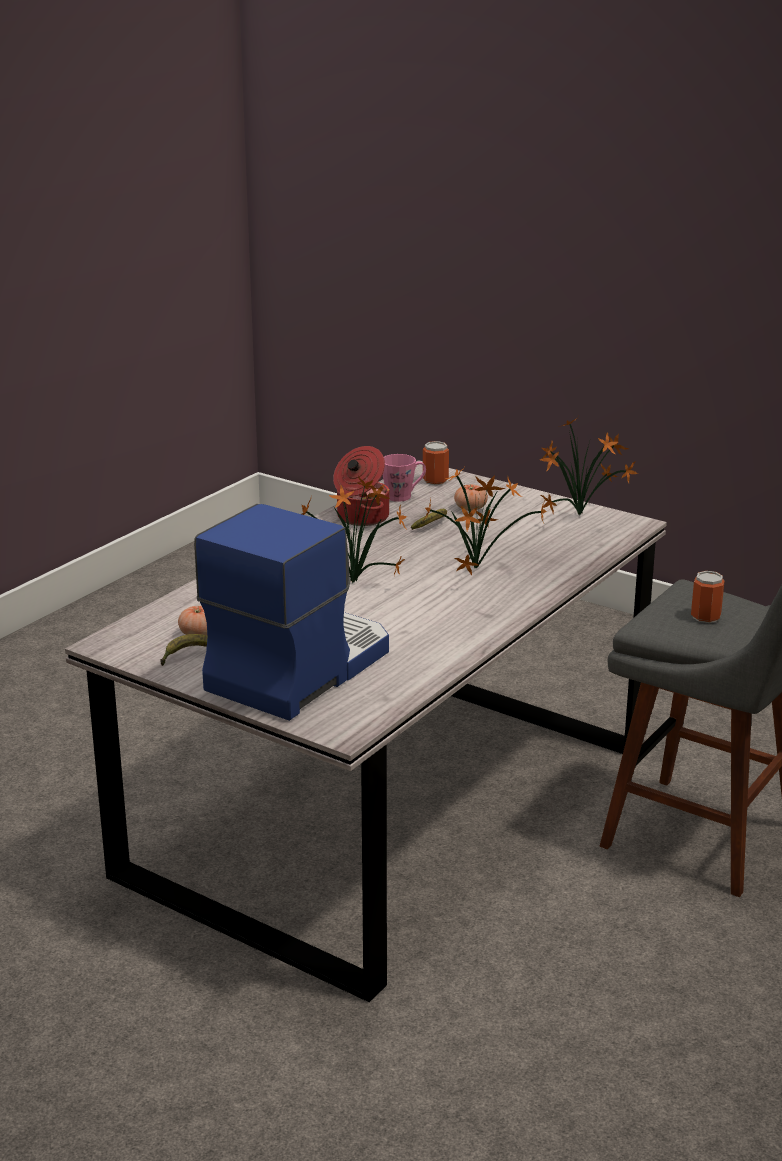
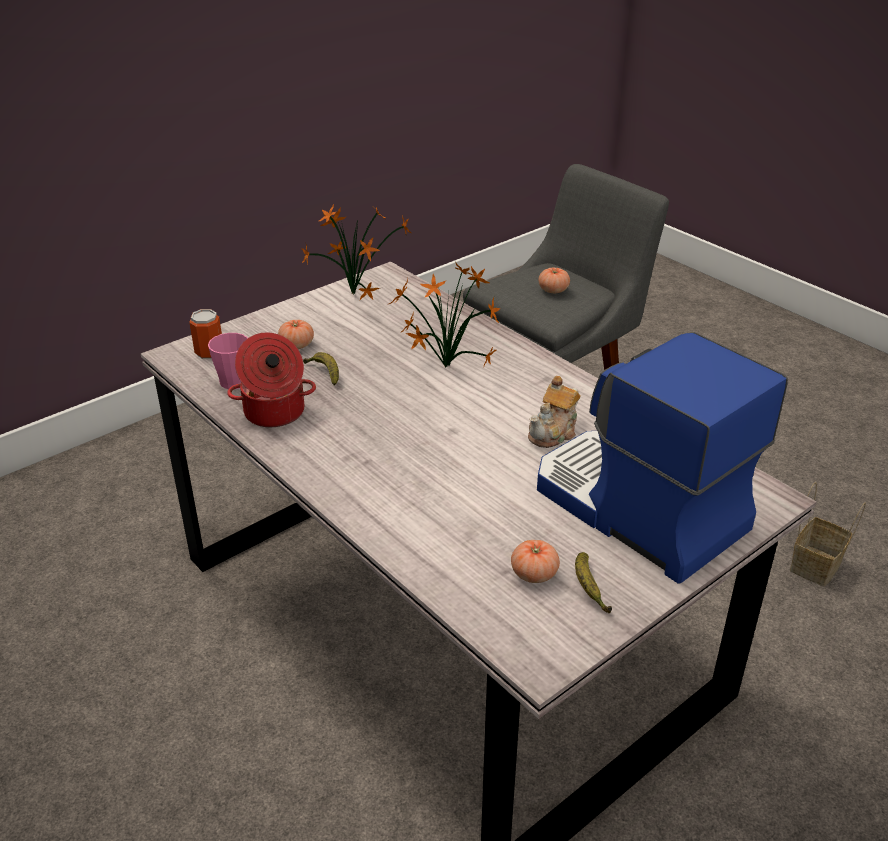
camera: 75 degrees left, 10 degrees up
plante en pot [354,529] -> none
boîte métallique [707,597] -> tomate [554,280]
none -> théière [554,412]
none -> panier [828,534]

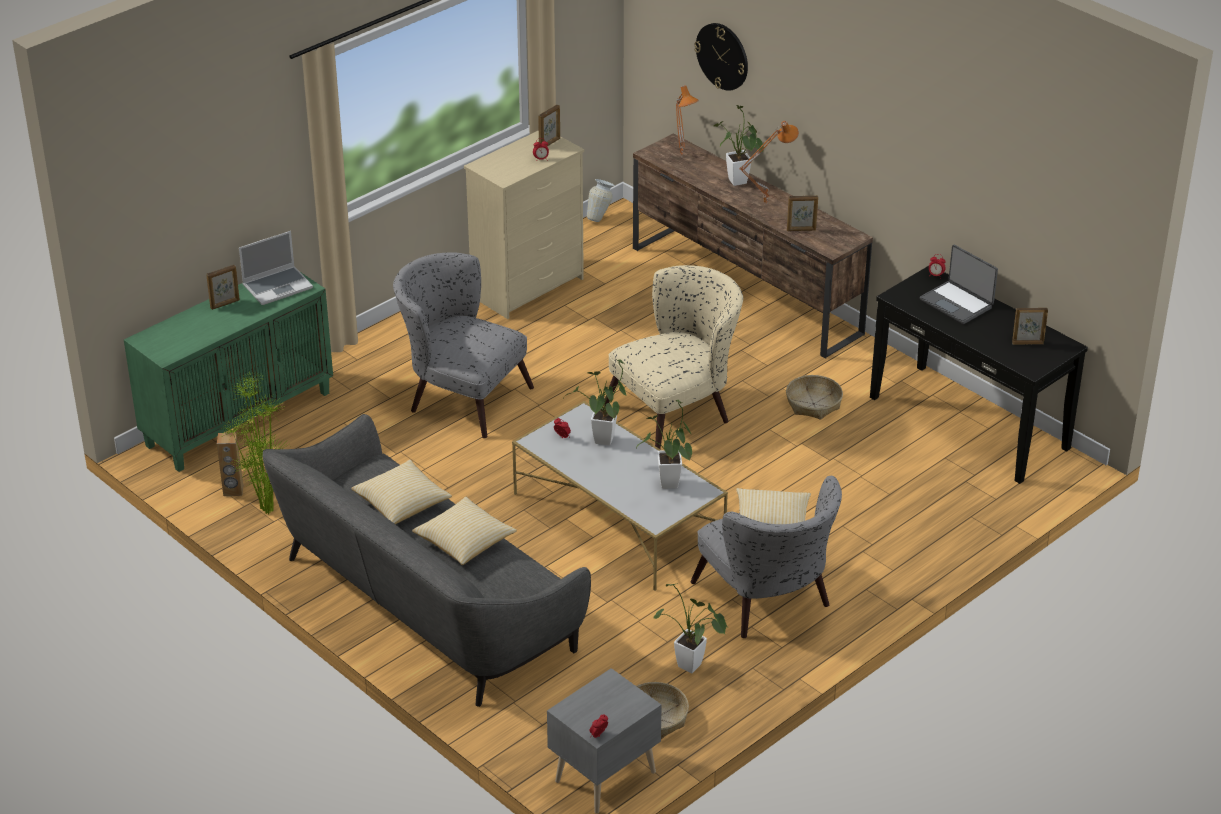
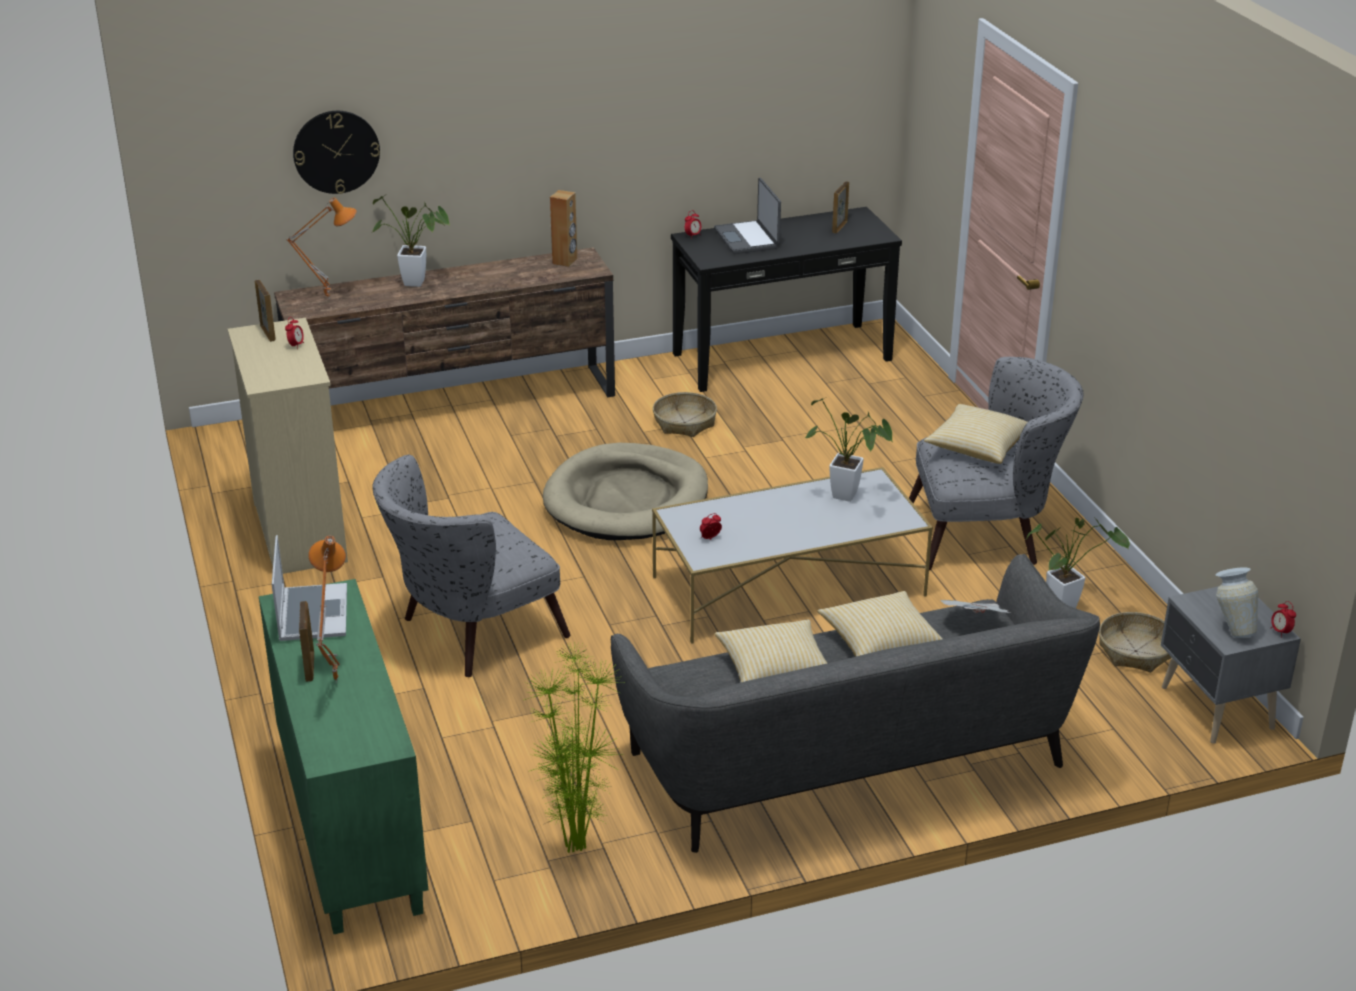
camera: 65 degrees left, 5 degrees down
enceinte (marron) [230,464] -> enceinte (marron) [563,228], shifted
plante en pot [594,402] -> none
vase [601,200] -> vase [1236,602], shifted
fauteuil (beige) [674,357] -> panier pour chien (beige) [625,491]
lampe de table (orange) [769,163] -> lampe de table (orange) [327,609], shifted
cadre photo [802,213] -> none
ordinateur portable [959,284] -> ordinateur portable [747,216], 90 degrees clockwise
none -> journal [975,606]

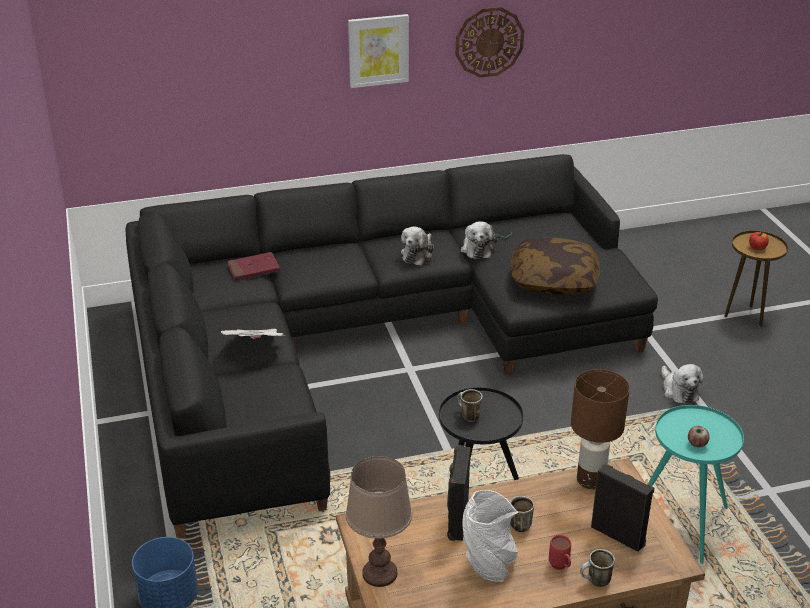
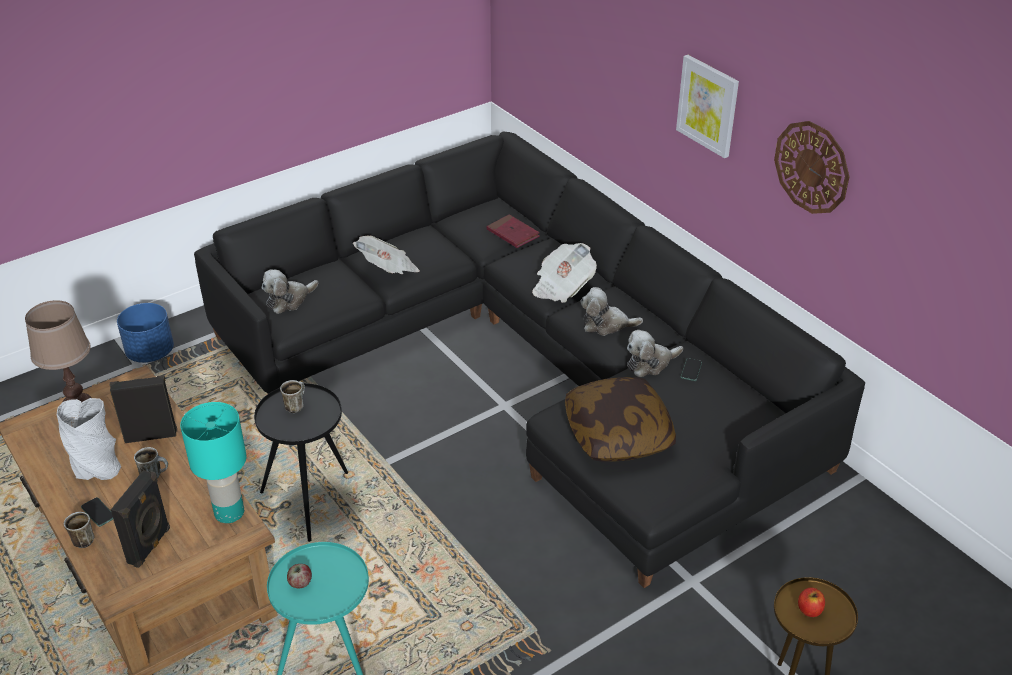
camera: 70 degrees right, 5 degrees up
mug (rouge) [560,552] -> téléphone [97,512]
lampe de table (marron) [600,429] -> lampe de table (turquoise) [213,462]
peluche [682,384] -> peluche [290,292], shifted
none -> journal [564,273]

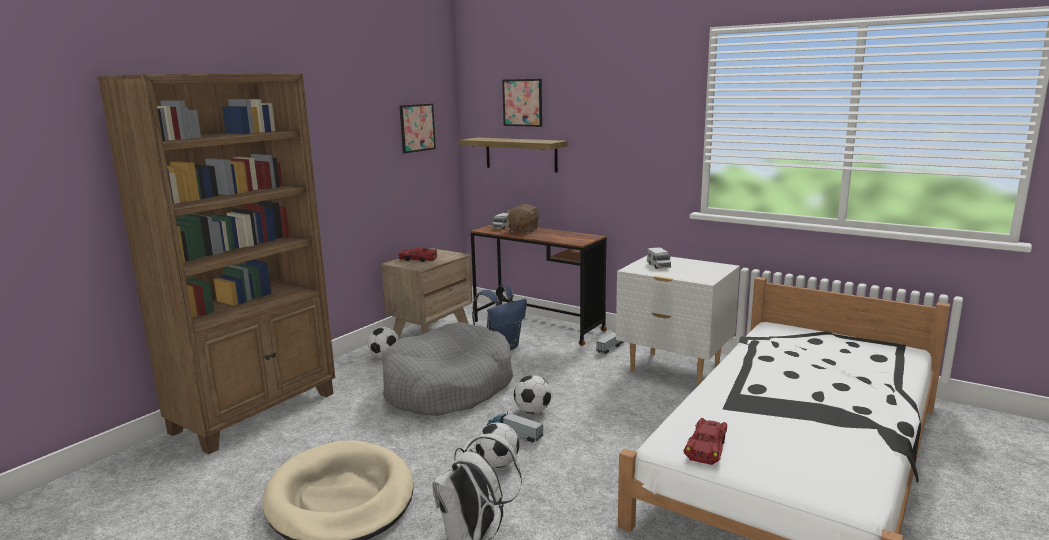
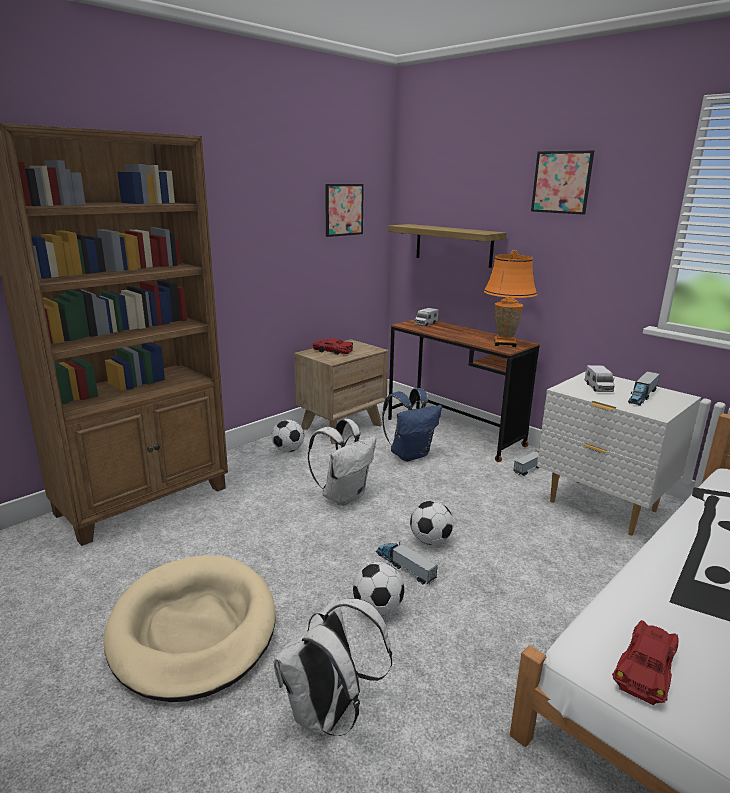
camera: 10 degrees right, 5 degrees up
panier pour chien (gris) [447,369] -> sac à dos (blanc) [342,462]
tableau [522,103] -> tableau [562,182], shifted
peluche (marron) [522,218] -> none
none -> lampe de table (orange) [511,298]
none -> camion jouet [644,388]

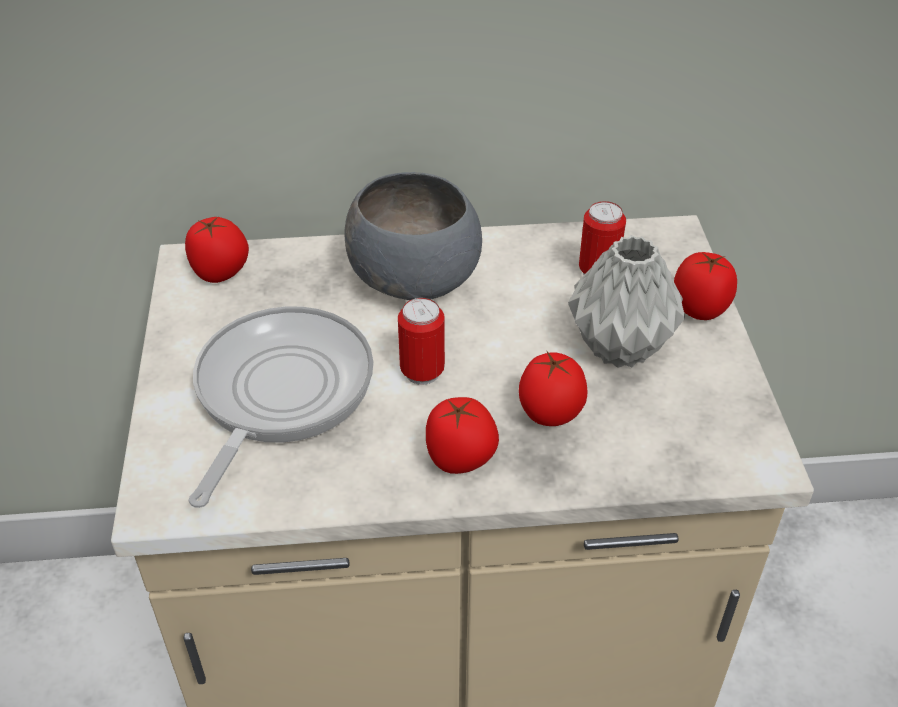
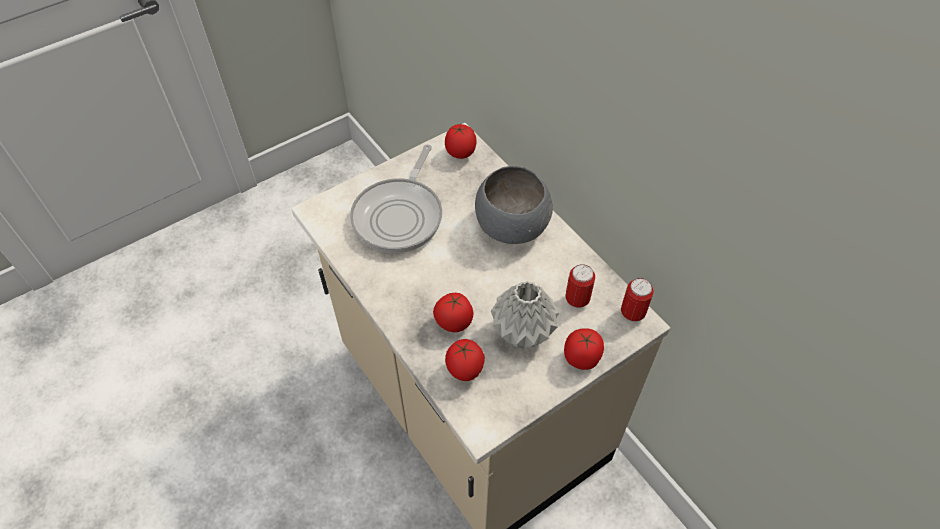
camera: 60 degrees right, 10 degrees up
poêle [281,407] -> poêle [396,199], 120 degrees clockwise
boîte métallique [421,341] -> boîte métallique [637,300], shifted
tomate [462,435] -> tomate [465,360], shifted

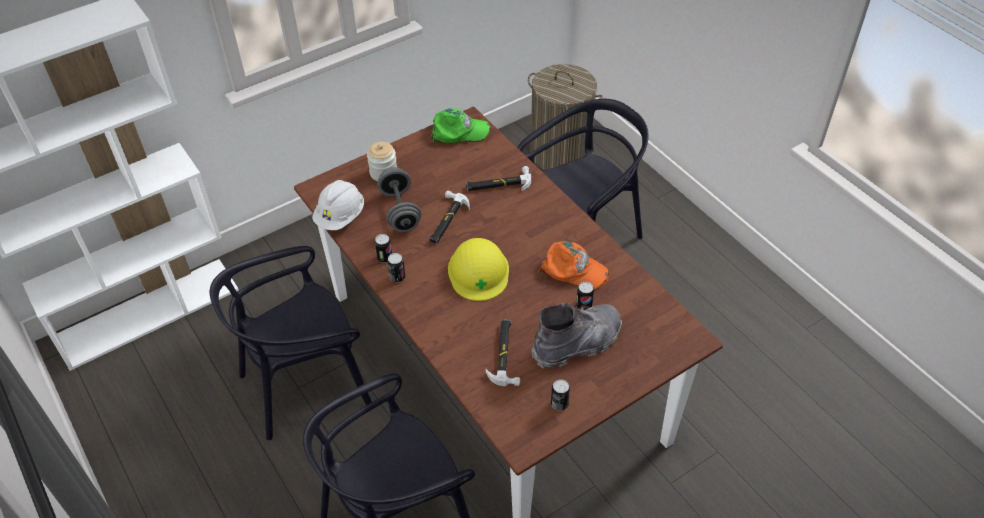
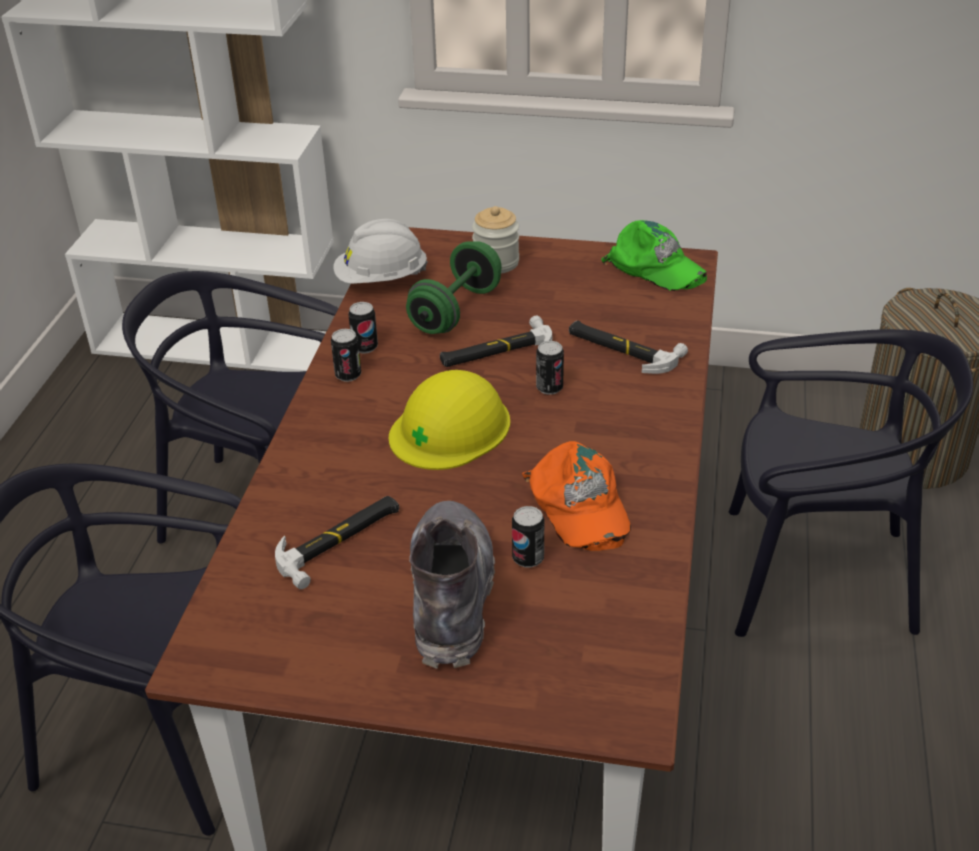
camera: 45 degrees right, 10 degrees down
haltère (gris) [399,199] -> haltère (vert) [454,287]
botte (gris) [576,336] -> botte (gris) [452,585], 105 degrees counterclockwise
boîte métallique [560,395] -> boîte métallique [550,368], shifted

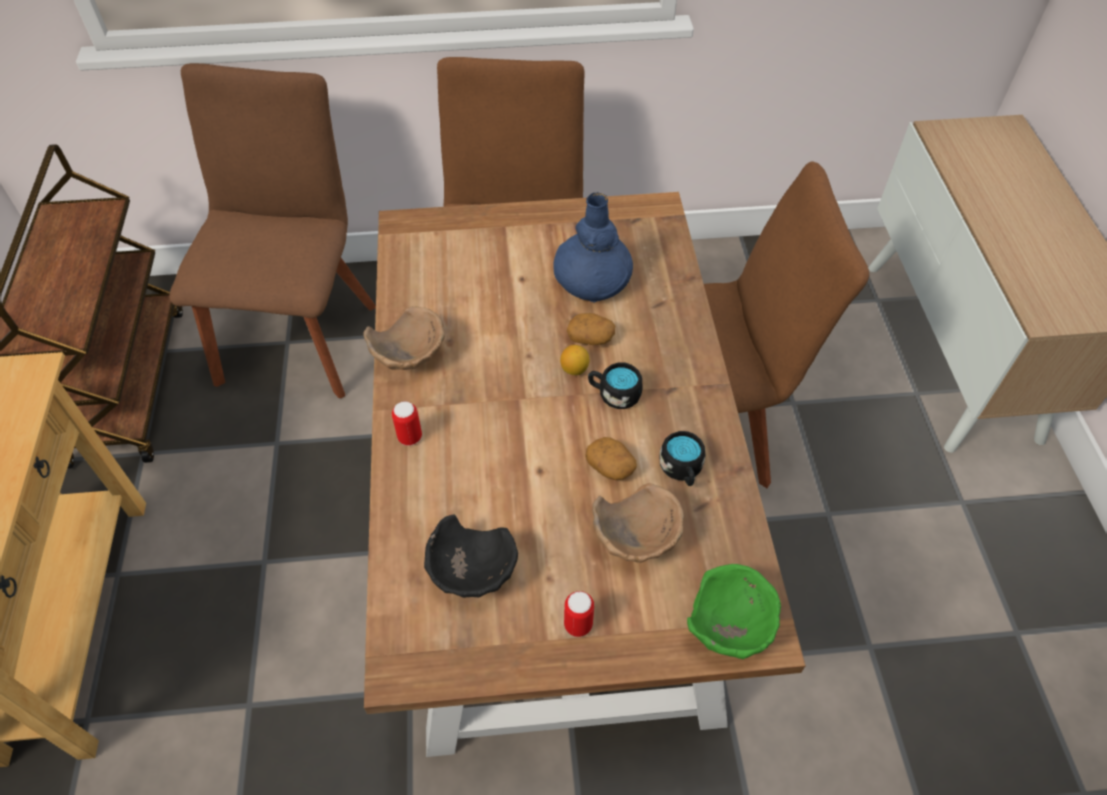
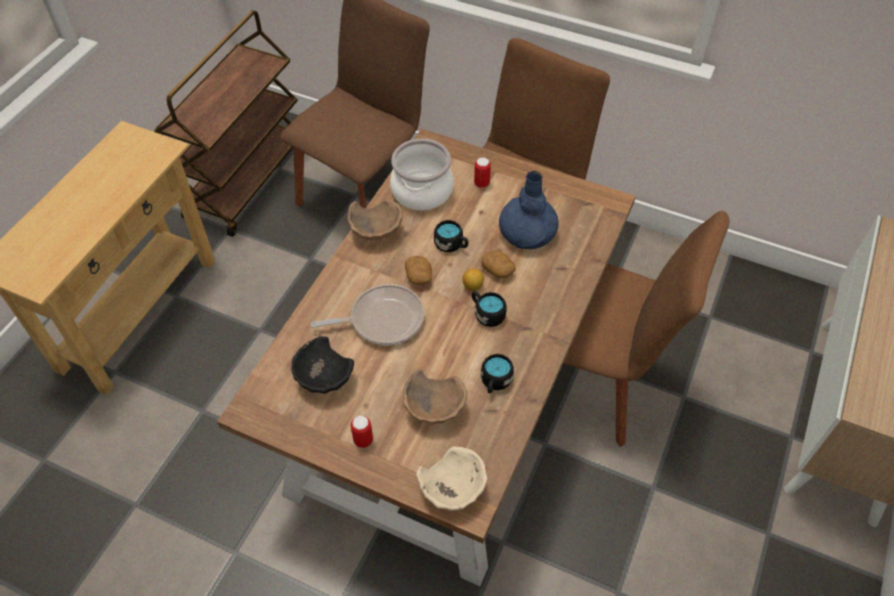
camera: 30 degrees right, 0 degrees up
boîte métallique [407,423] -> boîte métallique [482,172], shifted
pomme de terre [611,458] -> pomme de terre [418,270], shifted
bol (vert) [734,611] -> bol (beige) [451,478]
none -> poêle [367,315]
none -> marmite [422,174]
none -> mug (noir) [451,236]

